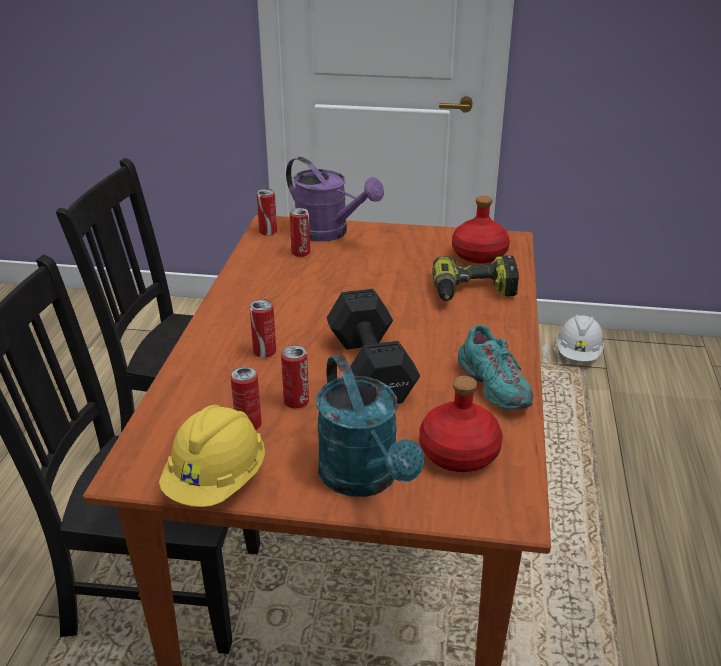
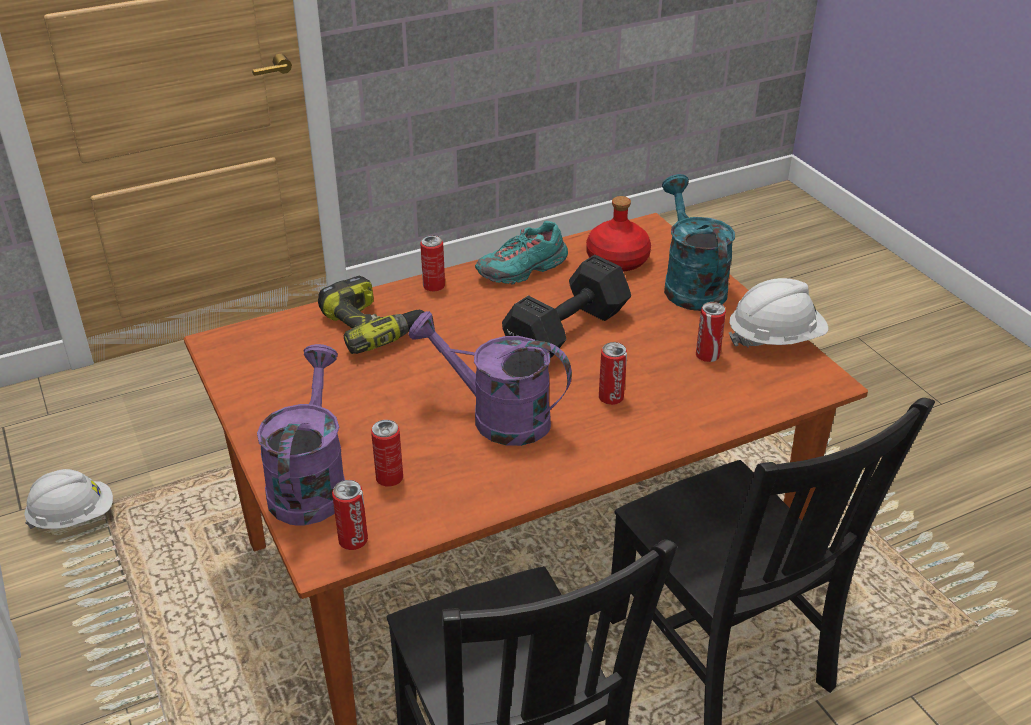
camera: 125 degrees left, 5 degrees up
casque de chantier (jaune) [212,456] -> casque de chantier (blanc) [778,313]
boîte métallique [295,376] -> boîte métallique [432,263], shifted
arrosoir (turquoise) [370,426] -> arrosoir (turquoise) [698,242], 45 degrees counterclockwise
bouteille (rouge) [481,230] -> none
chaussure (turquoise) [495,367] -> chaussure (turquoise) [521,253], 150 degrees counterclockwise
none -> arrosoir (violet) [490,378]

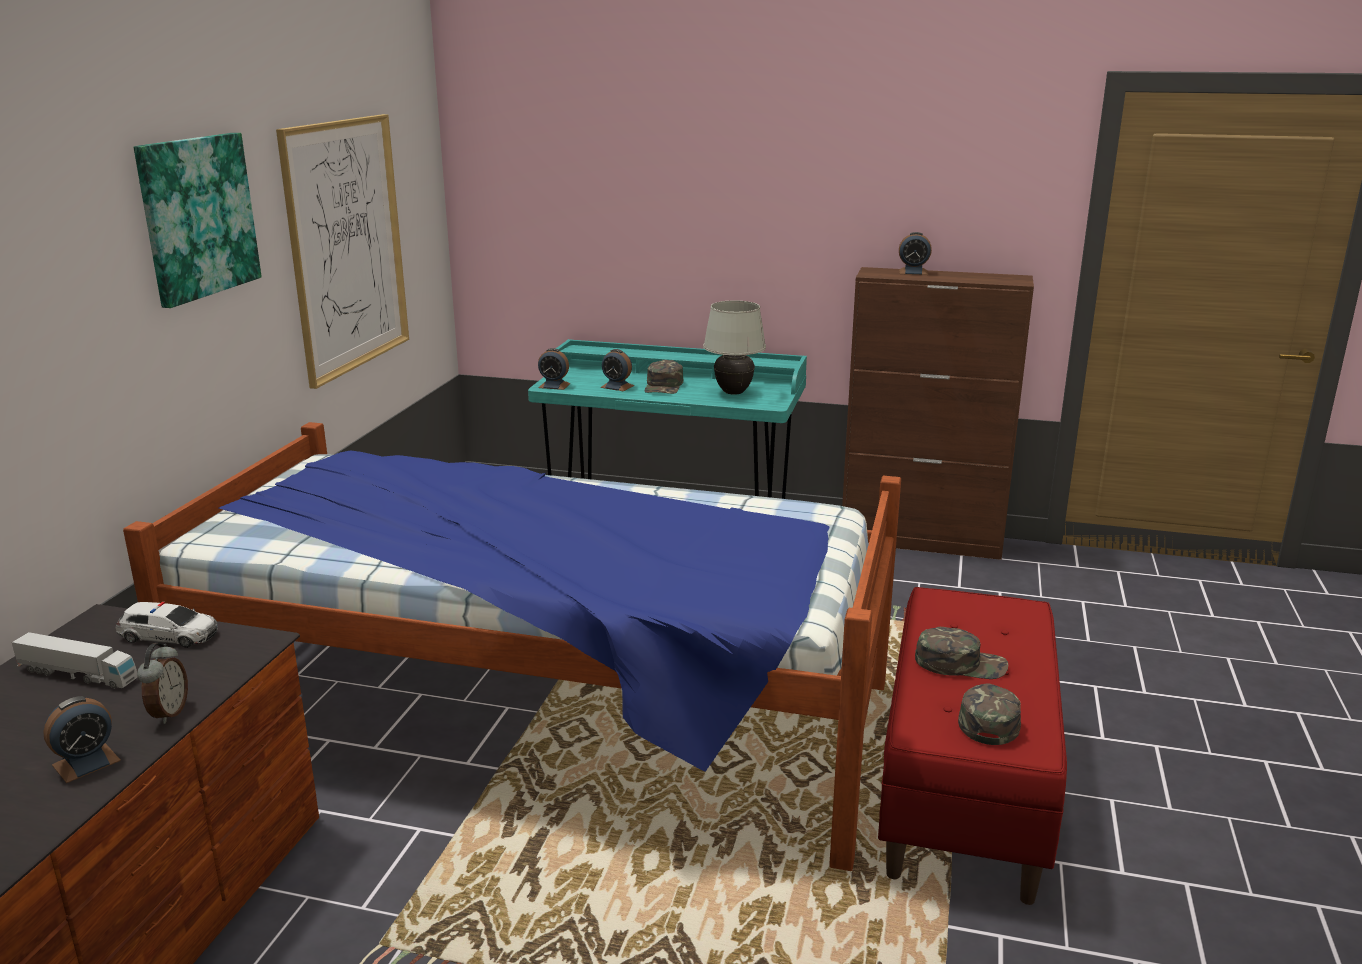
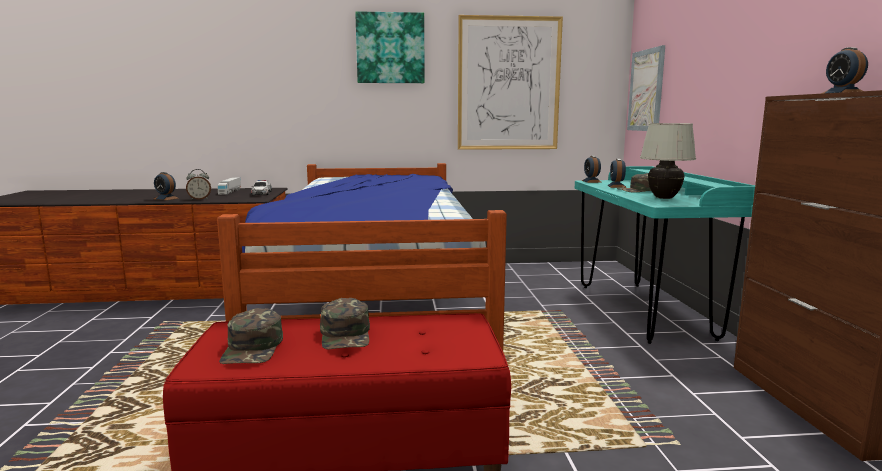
camera: 70 degrees right, 10 degrees down
casquette (vert) [989,714] -> casquette (vert) [251,336], 90 degrees clockwise
none -> tableau [646,88]

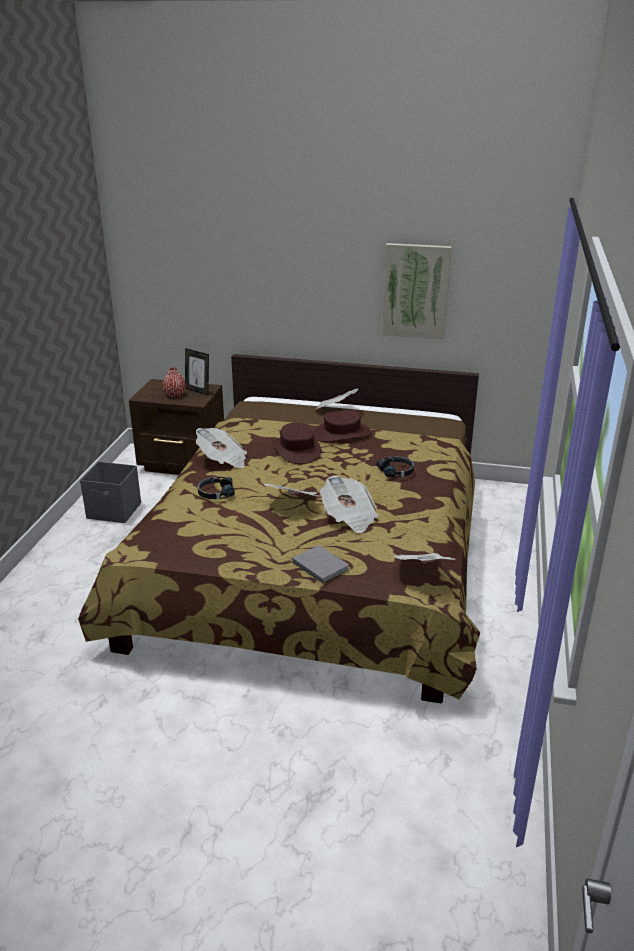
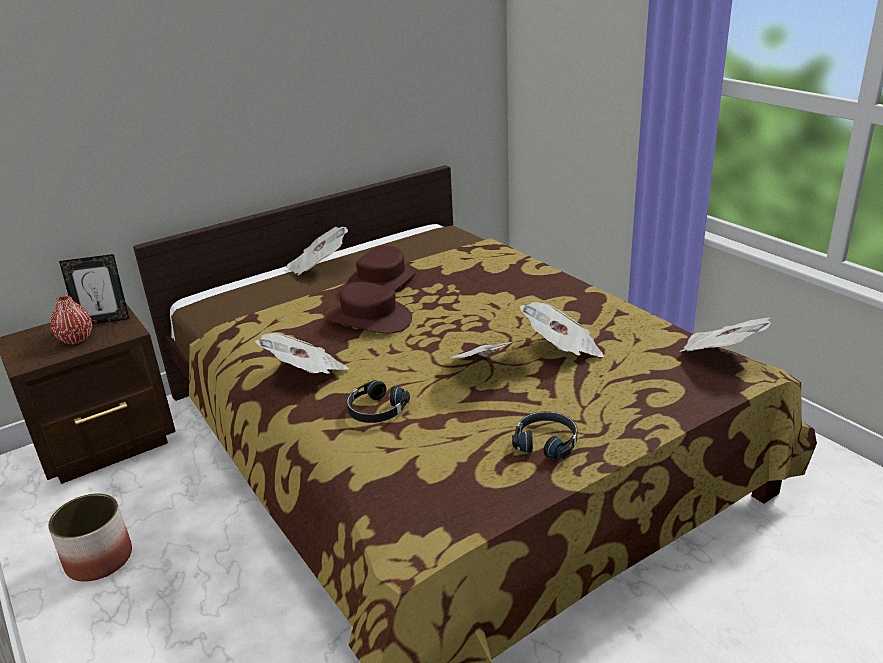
camera: 45 degrees left, 0 degrees up
boîte de rangement (gris) [110,492] -> cache-pot [90,537]
livre (gris) [320,564] -> none
casque audio (noir) [395,467] -> casque audio (noir) [544,435], shifted
tableau [417,291] -> none

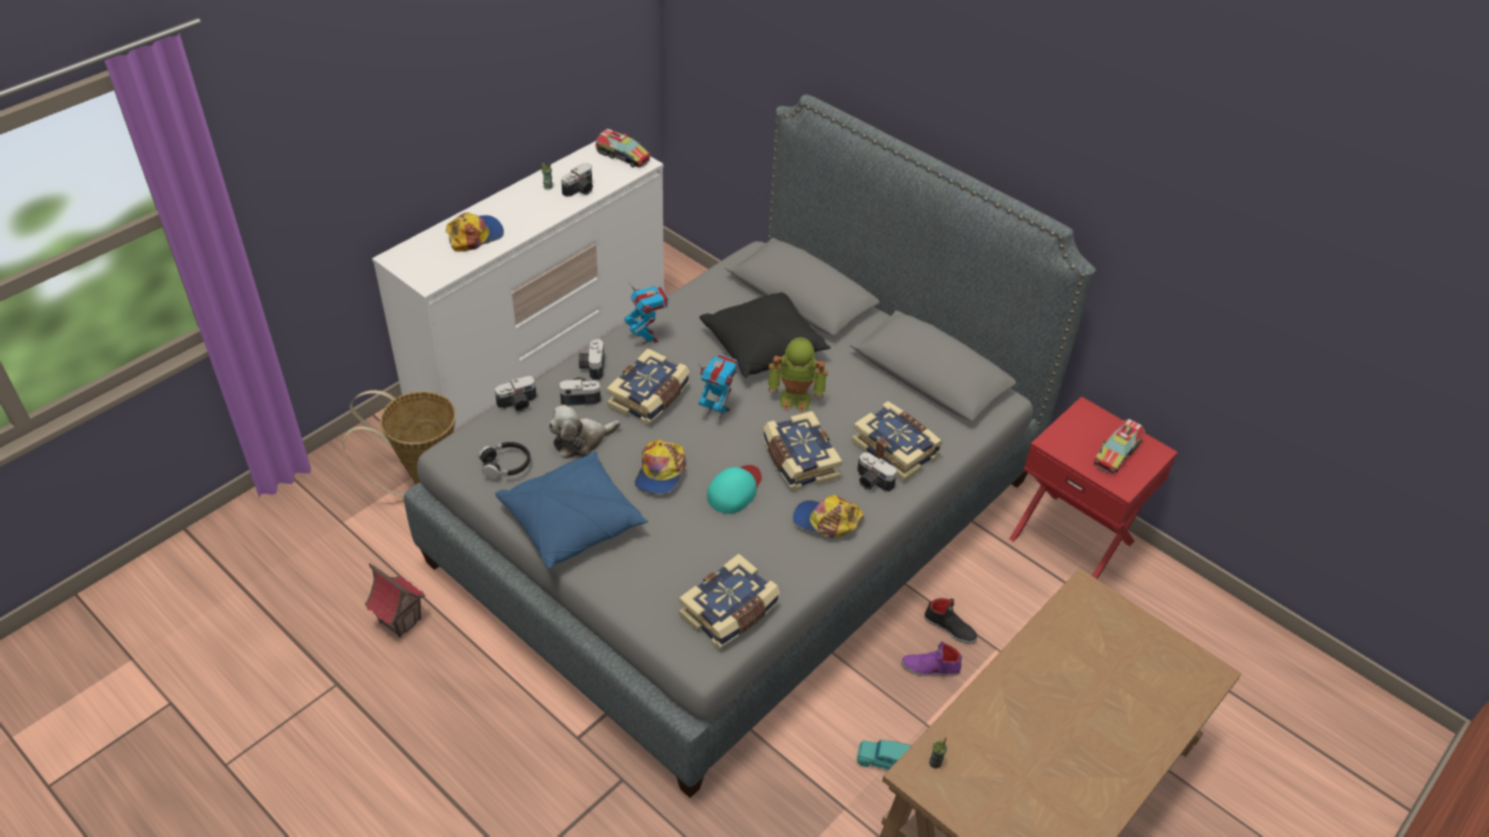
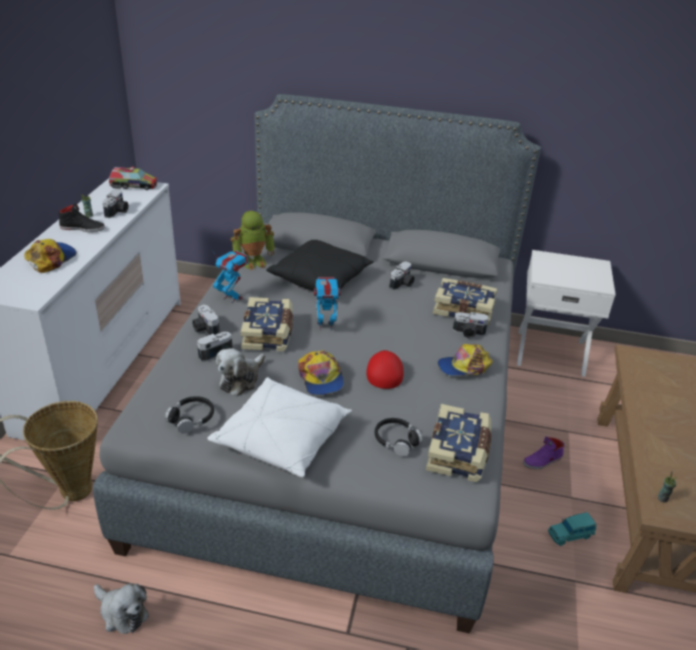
camera: 30 degrees left, 10 degrees down
maison miniature [394,600] -> peluche [121,609]
appareil photo [516,393] -> appareil photo [402,275], shifted
coussin (bleu) [571,510] -> coussin (blanc) [279,427]
casquette (turquoise) [734,489] -> casquette (rouge) [384,369]
livre [803,451] -> none
robot jouet [798,375] -> robot jouet [253,240], shifted
chaussure (noir) [950,621] -> chaussure (noir) [81,217], shifted
table de chevet (rouge) [1093,487] -> table de chevet (blanc) [566,313]
camion jouet [1119,446] -> none
none -> casque audio (noir) [399,437]

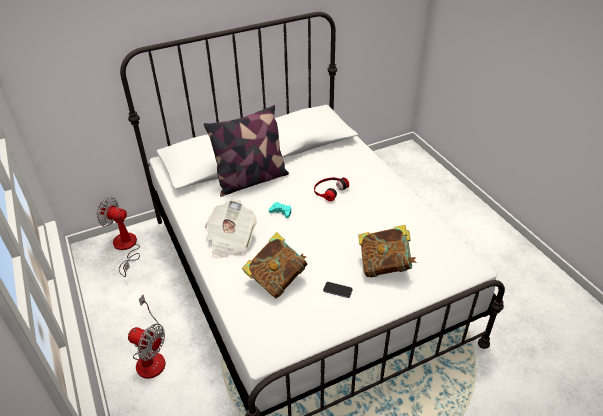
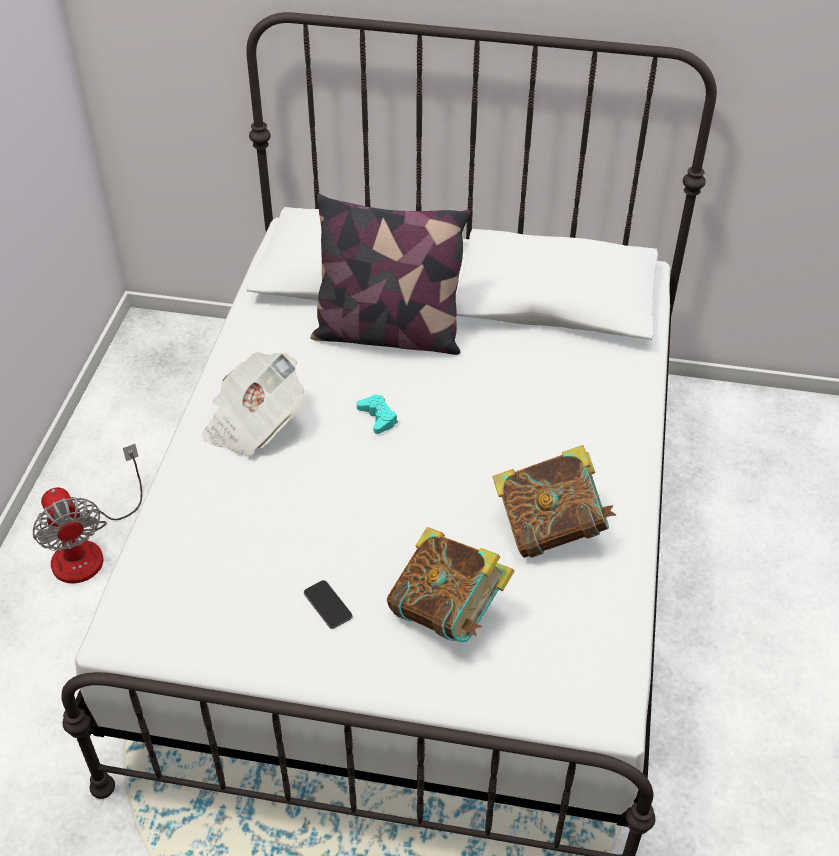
camera: 35 degrees right, 5 degrees up
ventilateur [118,237] -> none
livre [275,265] -> livre [554,501], shifted
casque audio [331,189] -> none

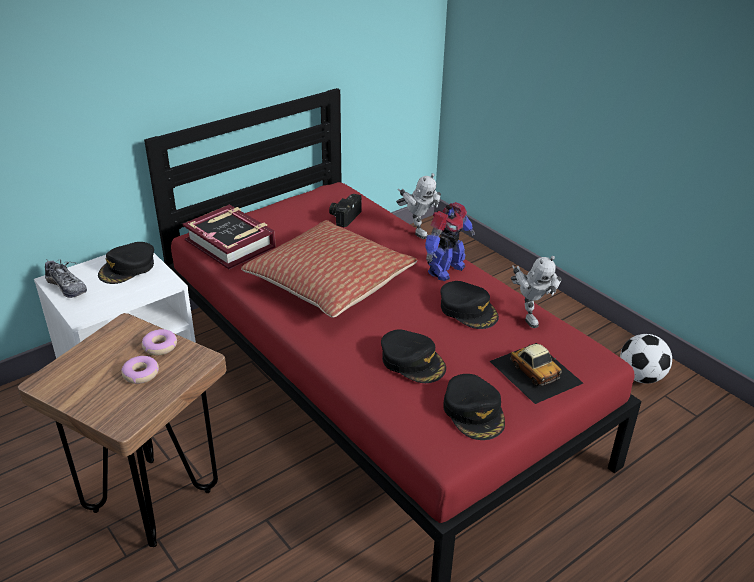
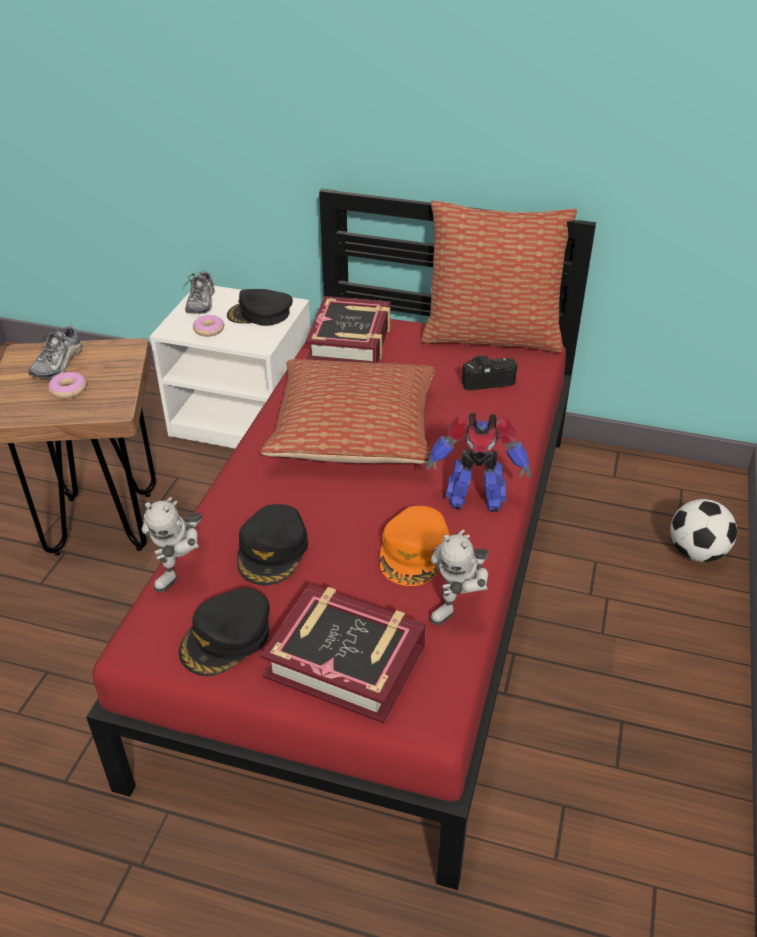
camera: 55 degrees right, 5 degrees up
beignet [159,342] -> beignet [209,326], shifted
robot jouet [418,206] -> robot jouet [172,544], shifted
casquette (noir) [469,305] -> casquette (orange) [414,546]
petite voiture [536,373] -> livre [343,654]
ballon de foot [646,358] -> ballon de foot [703,530], shifted
none -> chaussure [55,352]
none -> coussin [499,276]

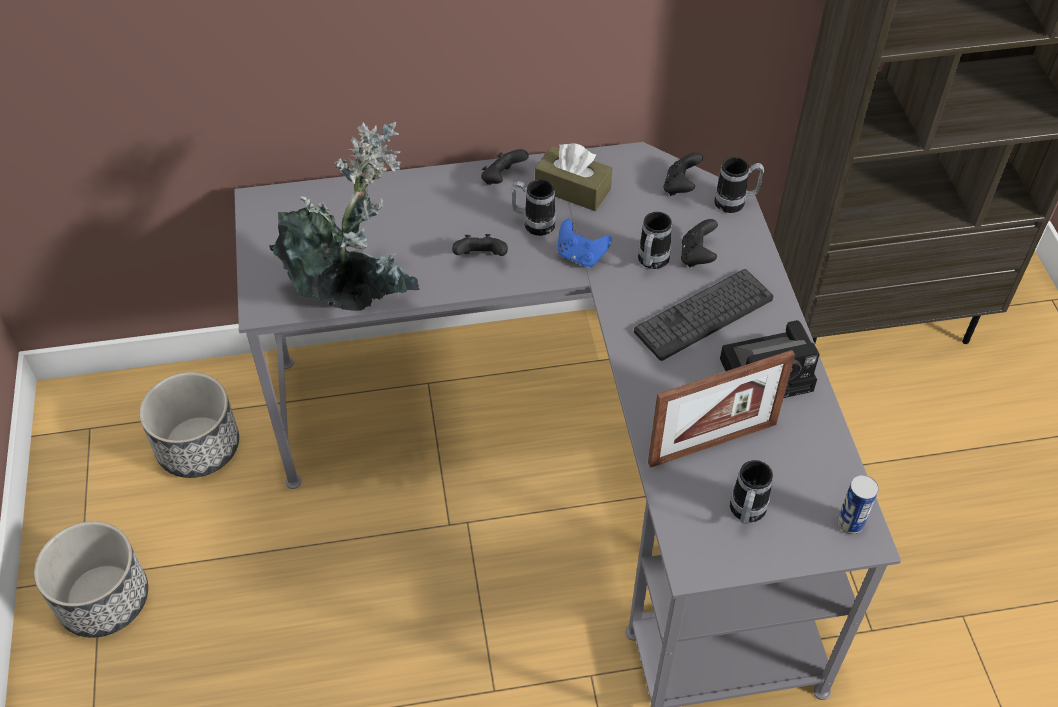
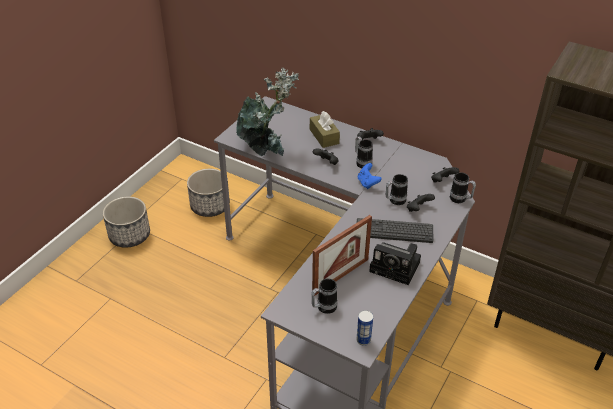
camera: 40 degrees right, 10 degrees down
boîte à mouchoirs (marron) [573,177] -> boîte à mouchoirs (marron) [325,129], shifted
cadre photo [721,409] -> cadre photo [342,255], 60 degrees counterclockwise

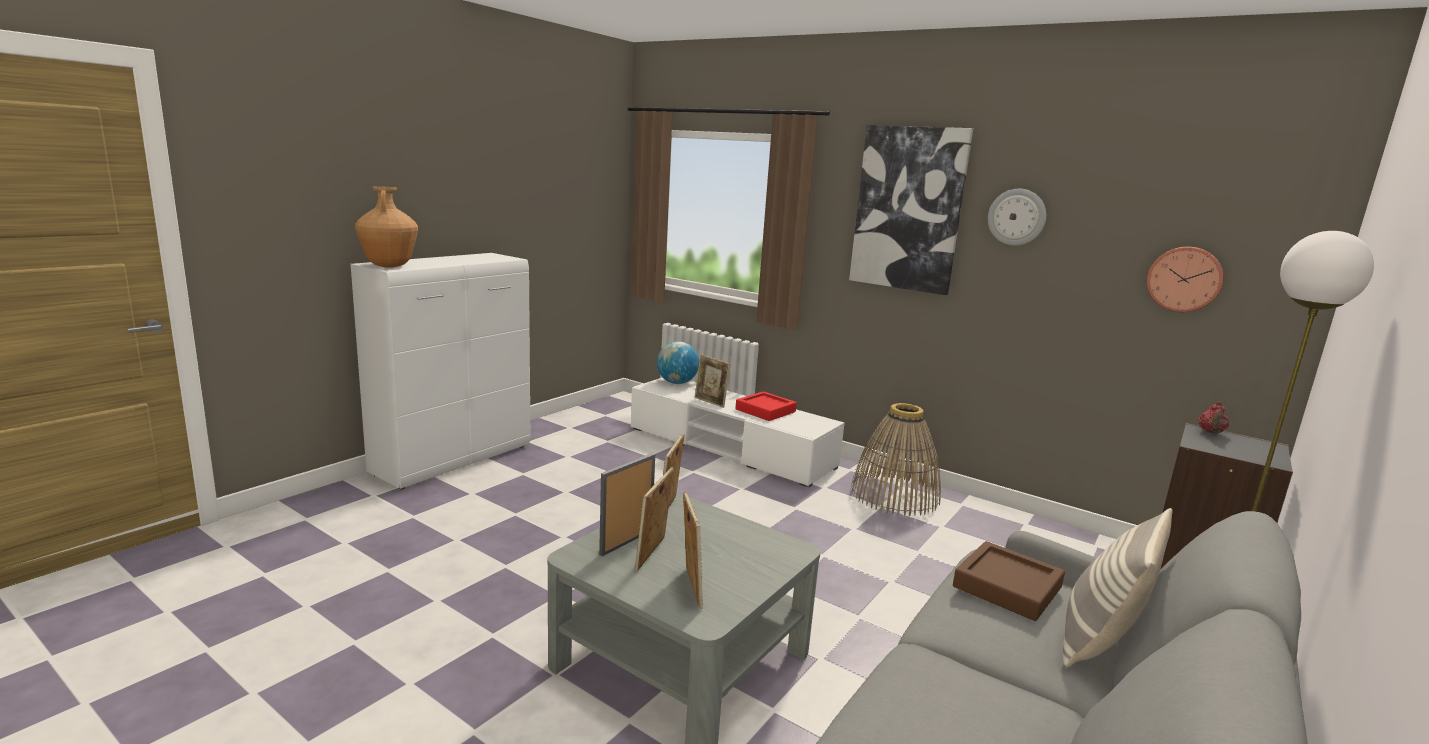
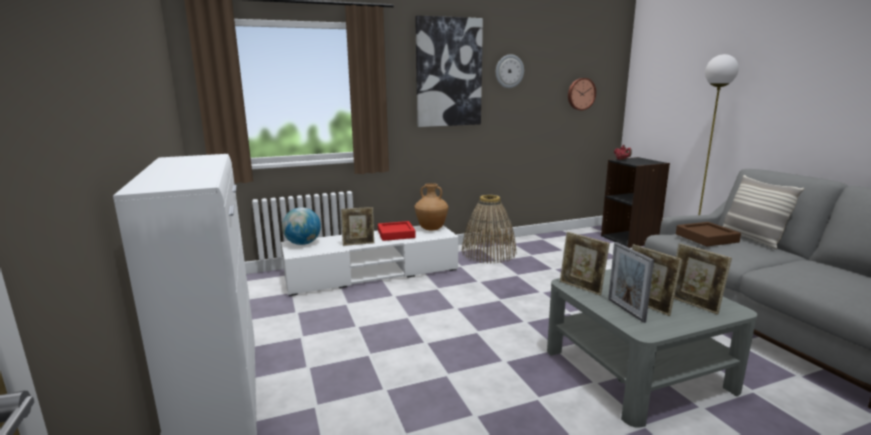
camera: 55 degrees left, 0 degrees up
vase (marron) [386,227] -> vase (marron) [431,207], shifted
cadre photo [693,550] -> cadre photo [703,279], 150 degrees counterclockwise

